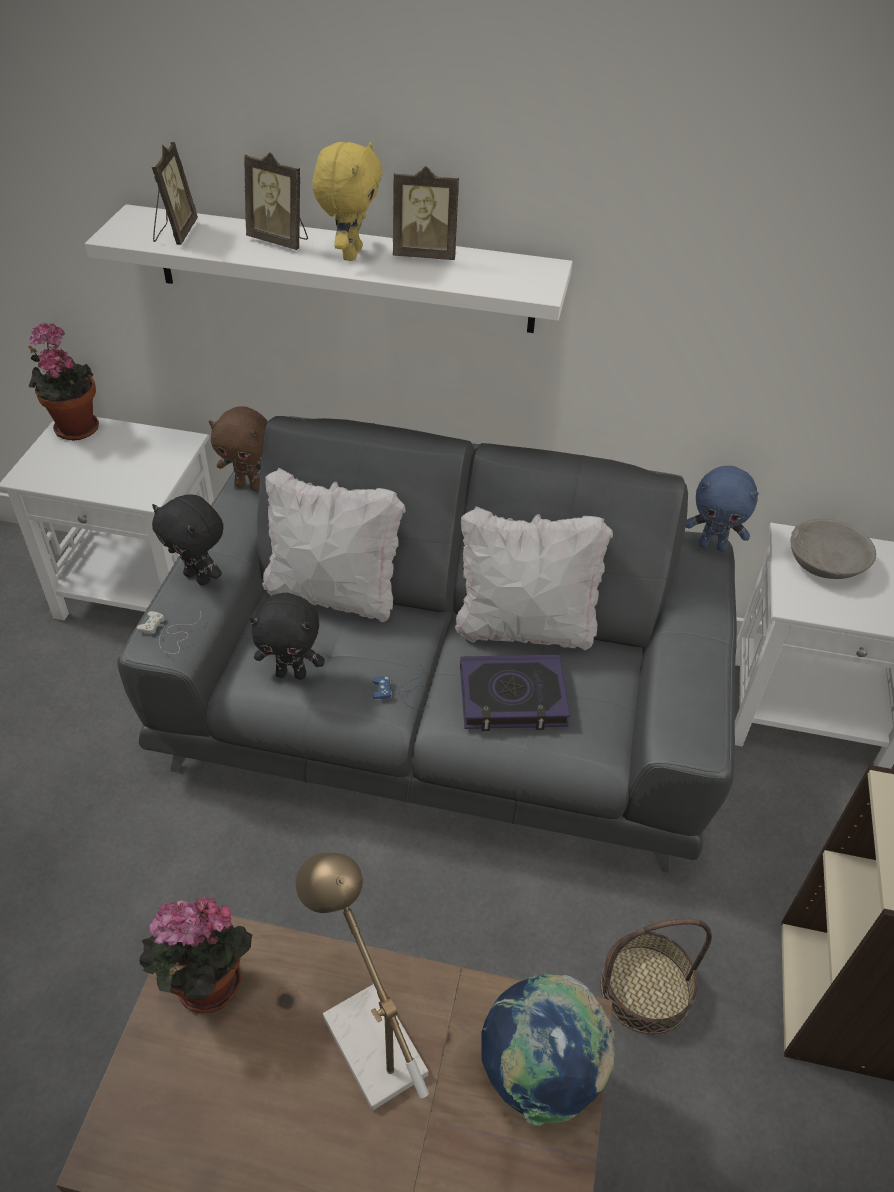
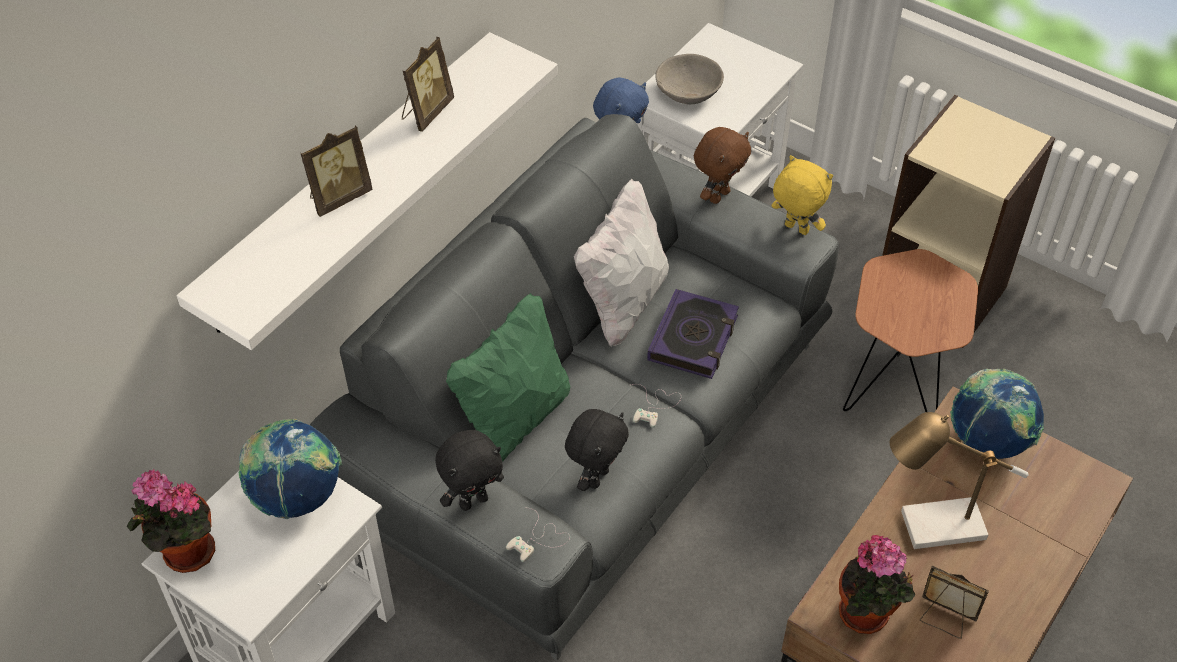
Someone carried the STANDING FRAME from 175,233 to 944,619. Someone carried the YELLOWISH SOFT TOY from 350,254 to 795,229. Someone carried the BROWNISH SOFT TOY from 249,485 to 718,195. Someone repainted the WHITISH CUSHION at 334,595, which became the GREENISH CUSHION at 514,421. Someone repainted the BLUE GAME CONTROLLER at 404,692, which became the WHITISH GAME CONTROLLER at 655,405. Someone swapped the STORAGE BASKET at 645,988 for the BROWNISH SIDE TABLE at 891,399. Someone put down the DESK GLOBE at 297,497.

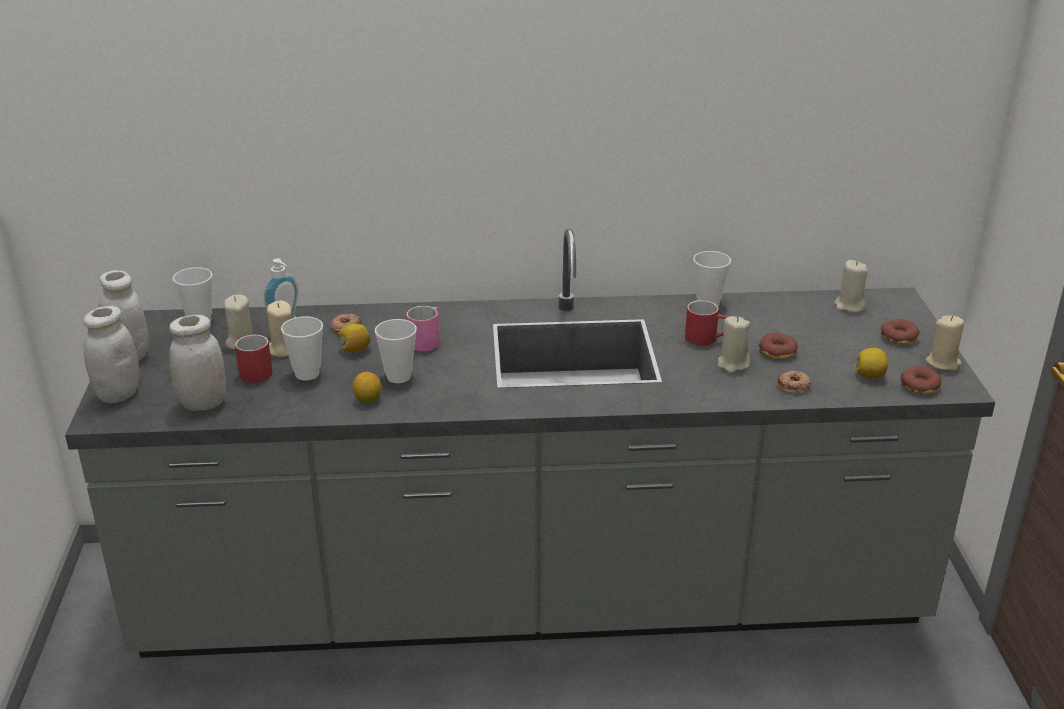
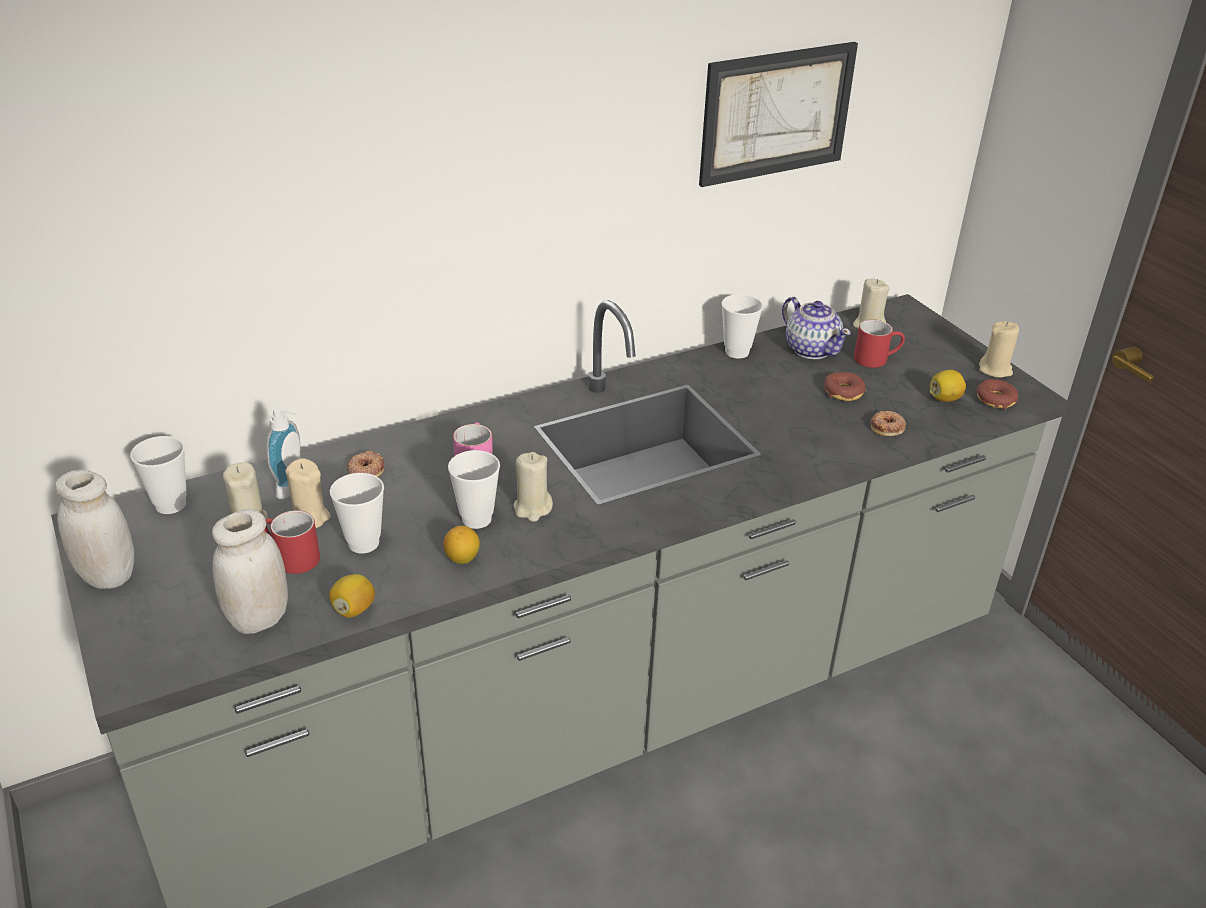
Someone carried the RED-COLOURED TEA MUG from 707,338 to 876,358. Someone took away the WHITISH JAR at 118,394. Someone carried the BEIGE WAX CANDLE from 733,364 to 532,508. Someone took away the DOUGHNUT at 899,337. Someone carried the LEMON from 355,350 to 354,609. Someone put up the WALL PICTURE at 776,113. Someone put down the POT FOR TEA at 811,349.

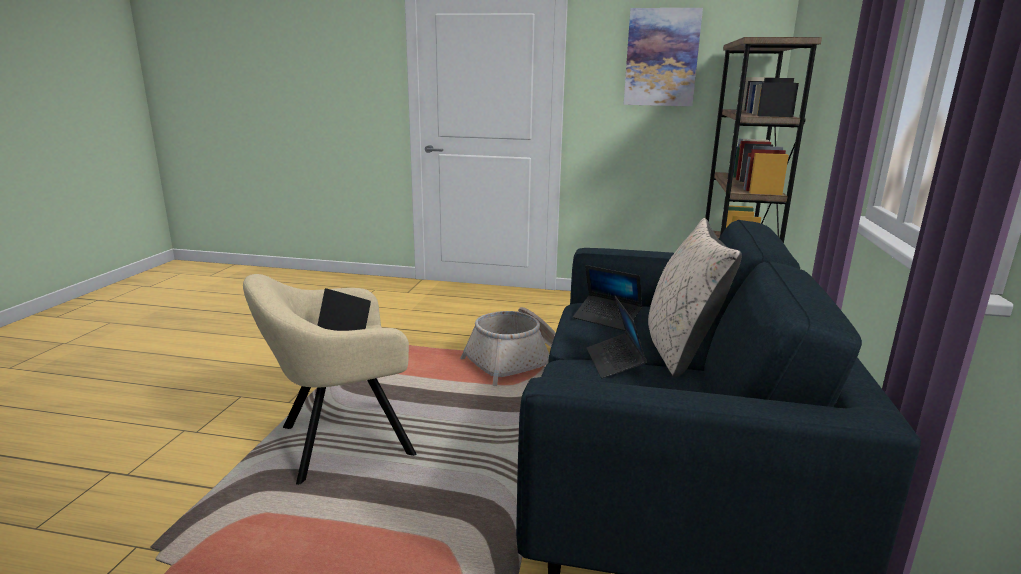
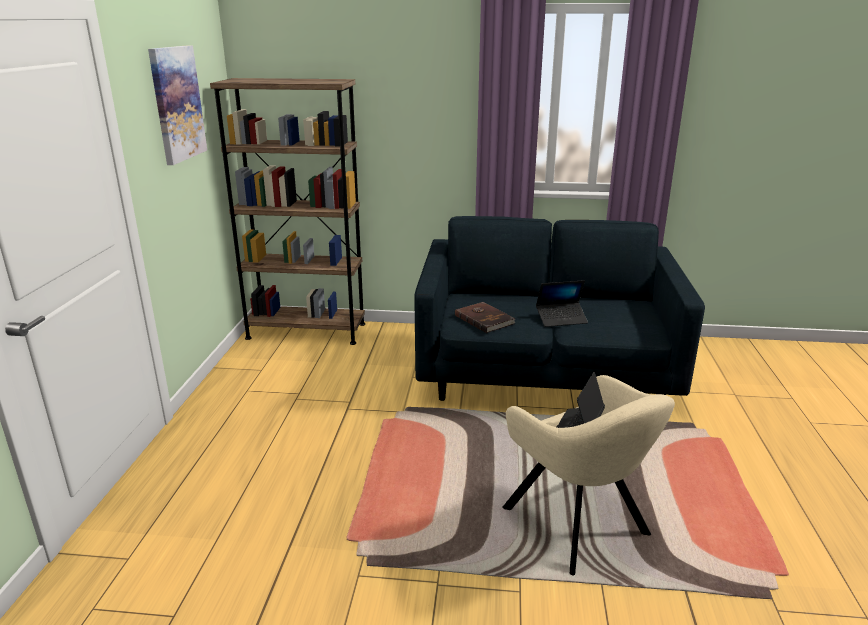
Someone took away the BEIGE CUSHION at 680,349. Someone swapped the LAPTOP at 607,318 for the BROWNISH VOLUME at 484,319. Someone took away the STORAGE BASKET at 517,362.

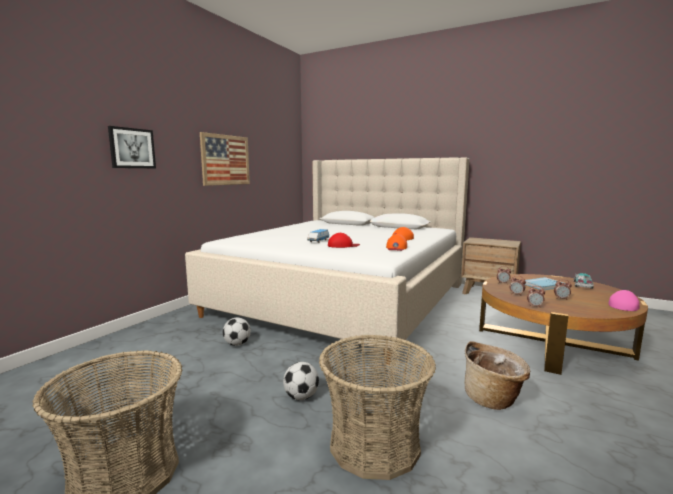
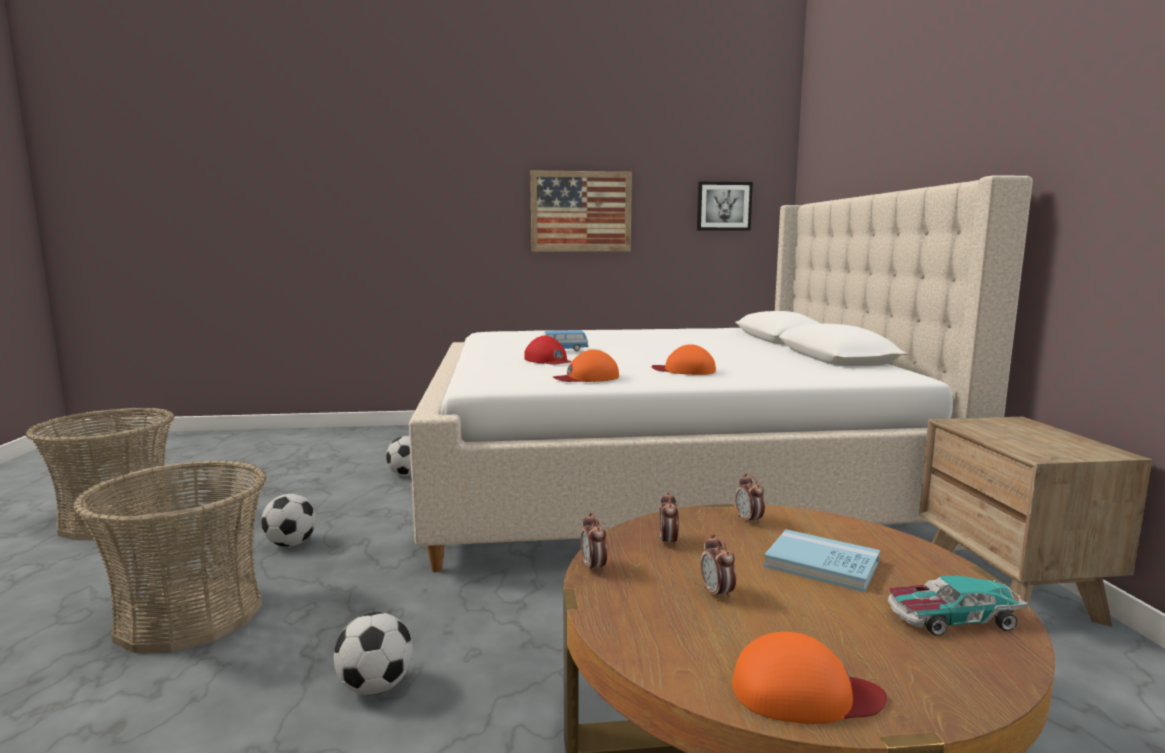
Someone carried the WALL PICTURE from 132,148 to 723,206. Someone repainted the PINKISH BASEBALL CAP at 623,305, which became the ORANGEY BASEBALL CAP at 804,693. Someone swapped the STORAGE BASKET at 493,399 for the FOOTBALL at 375,687.

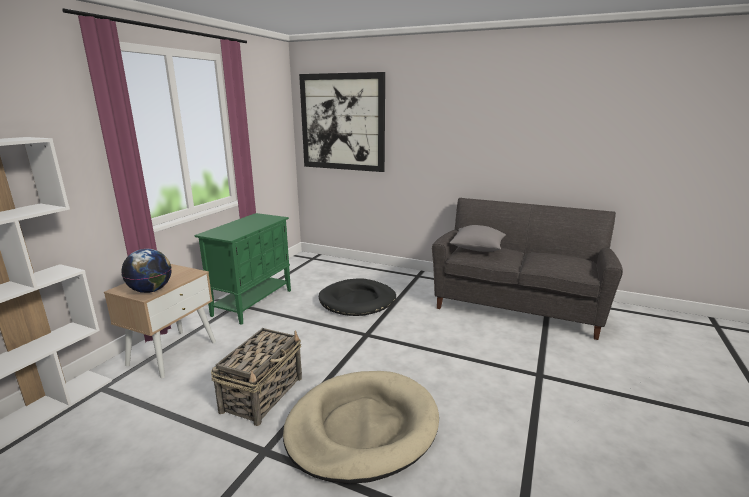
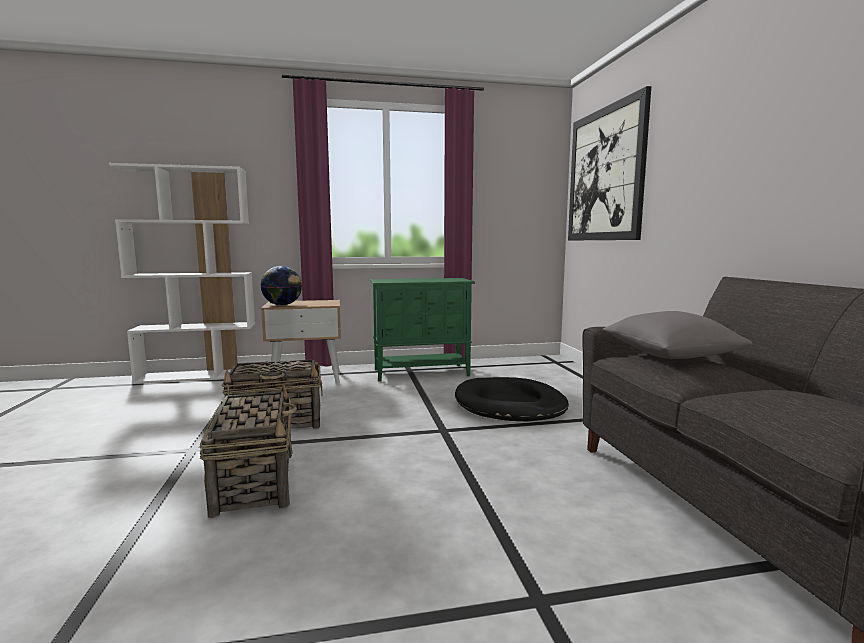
Someone swapped the BEIGE DOG CUSHION at 362,428 for the STORAGE BASKET at 255,482.

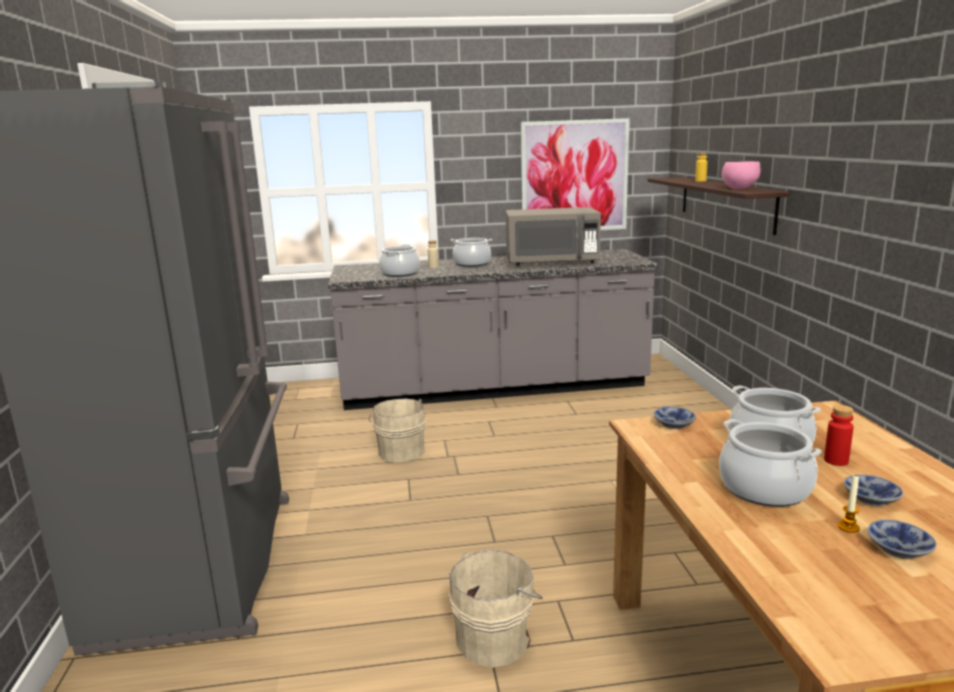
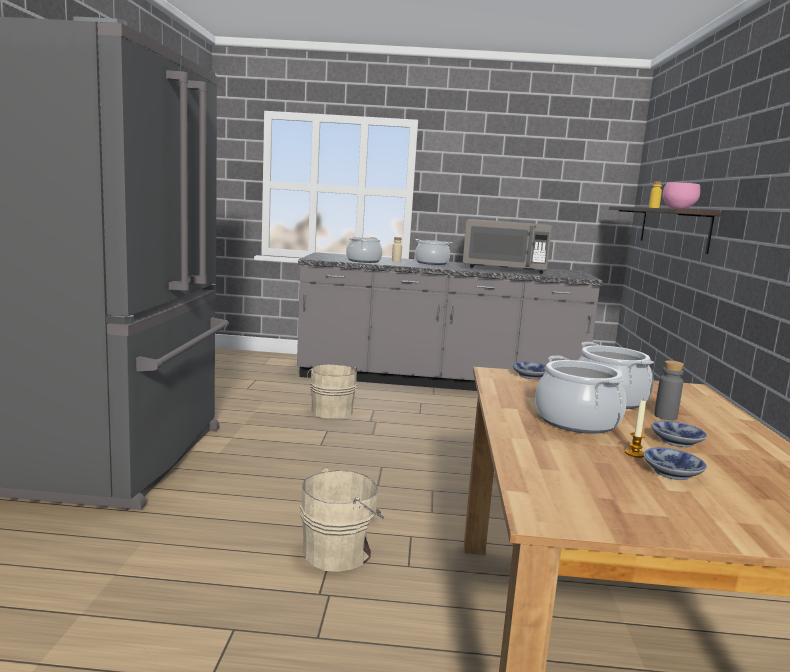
Someone took away the WALL PICTURE at 574,176. Someone repainted the RED-COLOURED BOTTLE at 836,461, which became the GRAY BOTTLE at 665,416.

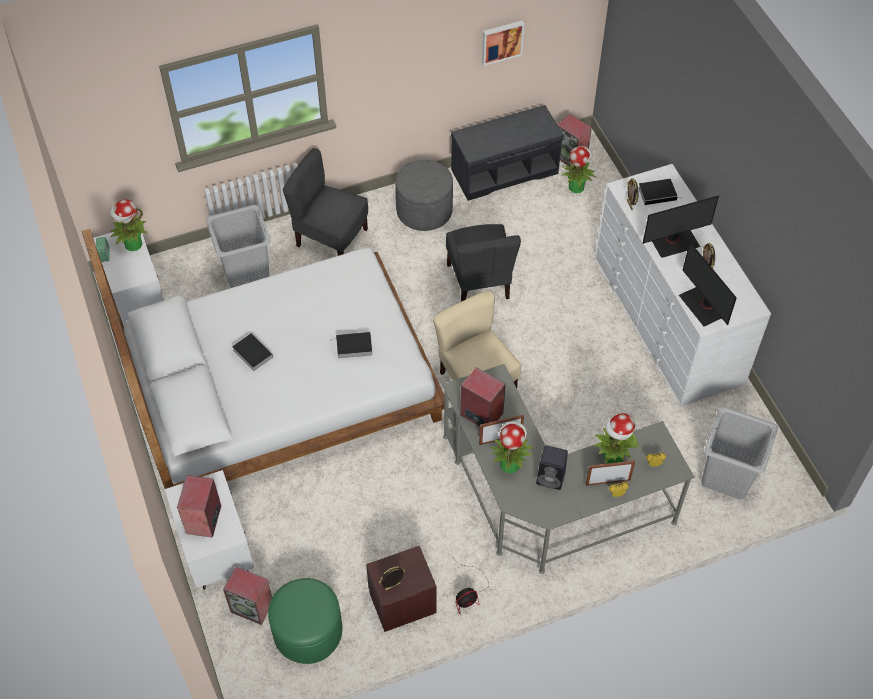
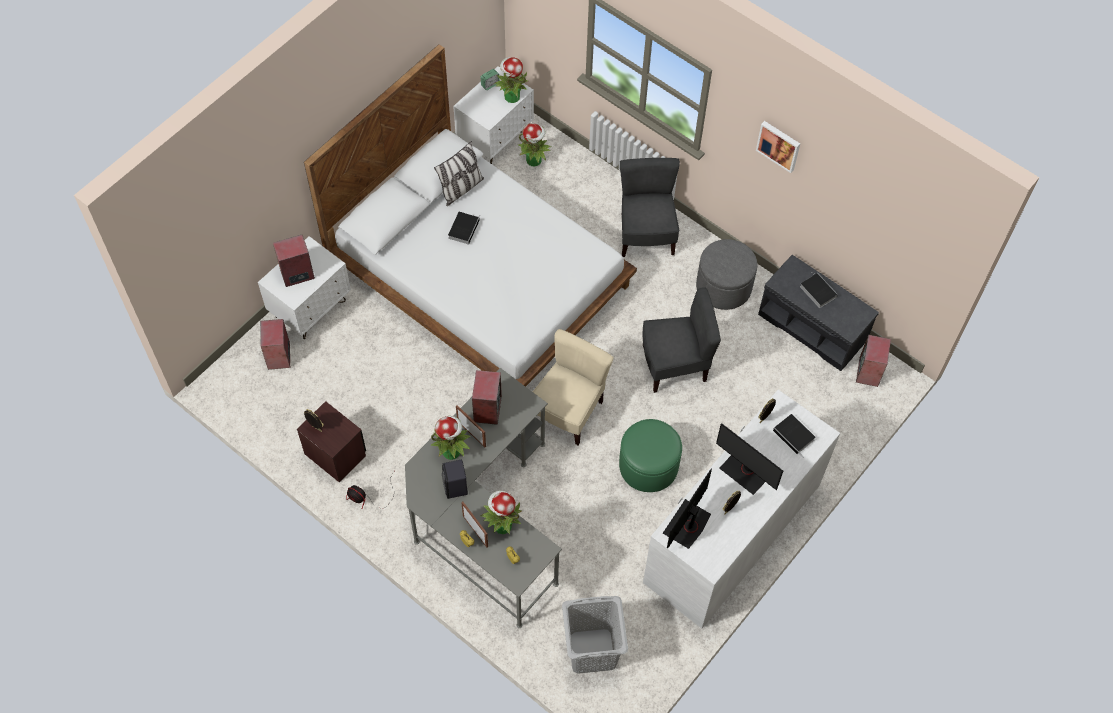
Someone carried the WALL PICTURE from 501,41 to 779,145. Someone carried the HOUSEPLANT from 576,186 to 534,160. Someone took away the GRAY WASHING BASKET at 245,271. Someone rotated the GRAY UPRIGHT CHAIR at 479,281 by 150 degrees counterclockwise. Someone carried the VOLUME from 353,347 to 817,291. Someone carried the GREENISH FOOTREST from 308,631 to 648,465. Someone put down the CUSHION at 461,188.

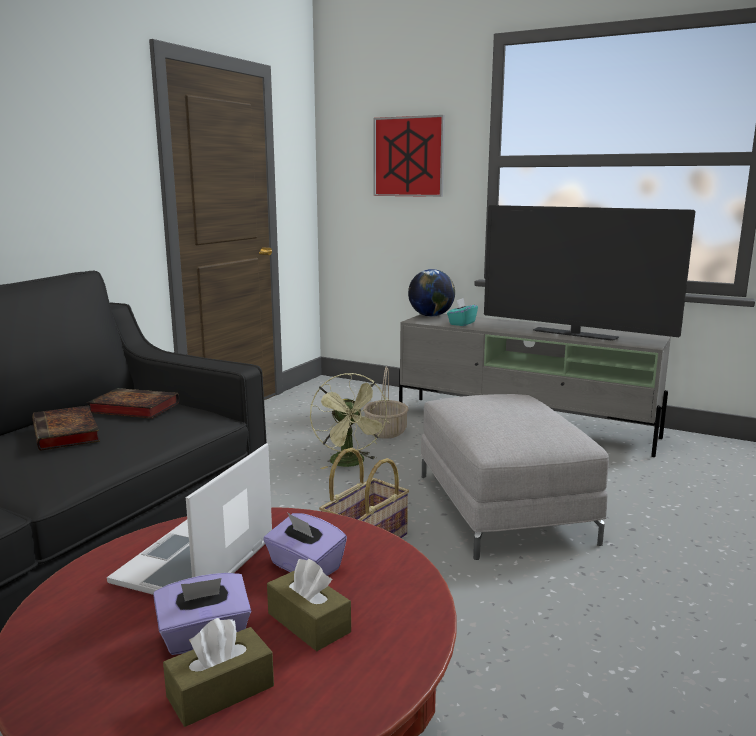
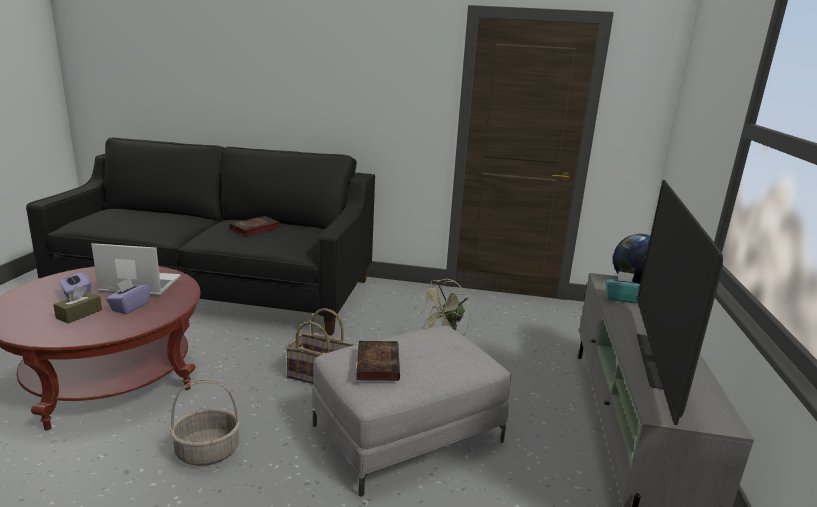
Someone took away the WALL PICTURE at 408,157. Someone carried the STORAGE BASKET from 385,432 to 208,451. Someone carried the VOLUME from 132,408 to 377,363. Someone took away the BROWNISH BOX OF TISSUES at 220,691.

